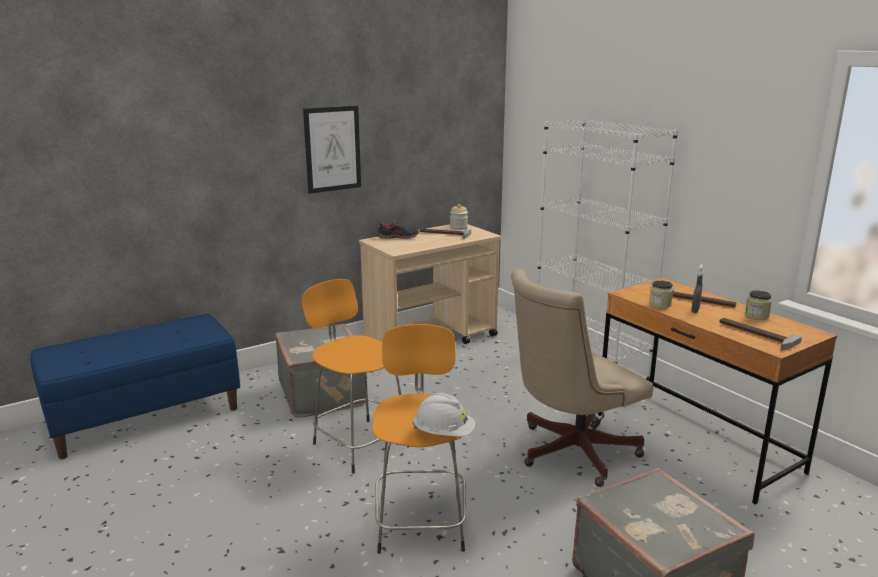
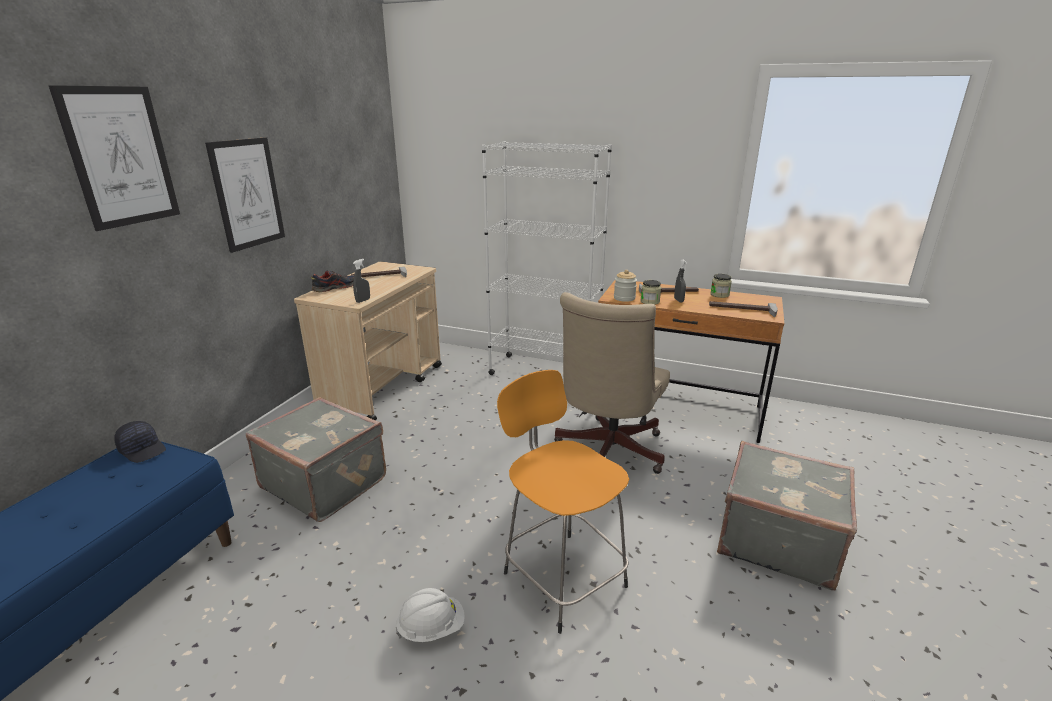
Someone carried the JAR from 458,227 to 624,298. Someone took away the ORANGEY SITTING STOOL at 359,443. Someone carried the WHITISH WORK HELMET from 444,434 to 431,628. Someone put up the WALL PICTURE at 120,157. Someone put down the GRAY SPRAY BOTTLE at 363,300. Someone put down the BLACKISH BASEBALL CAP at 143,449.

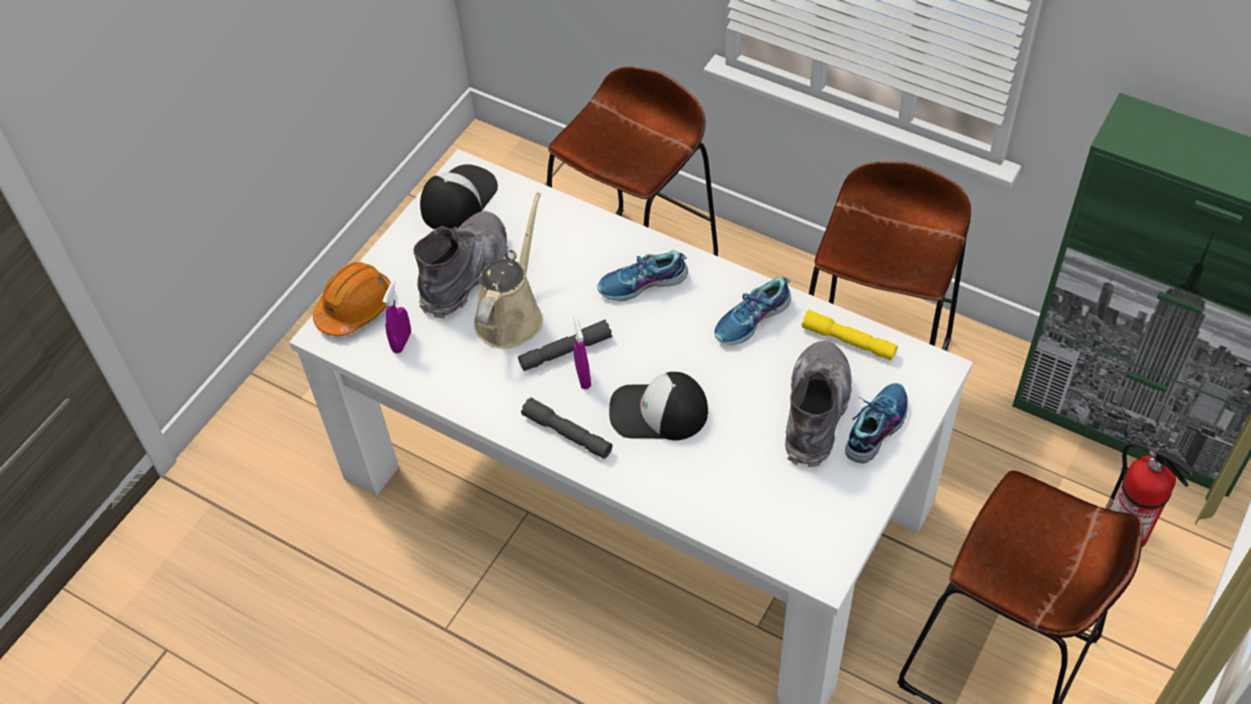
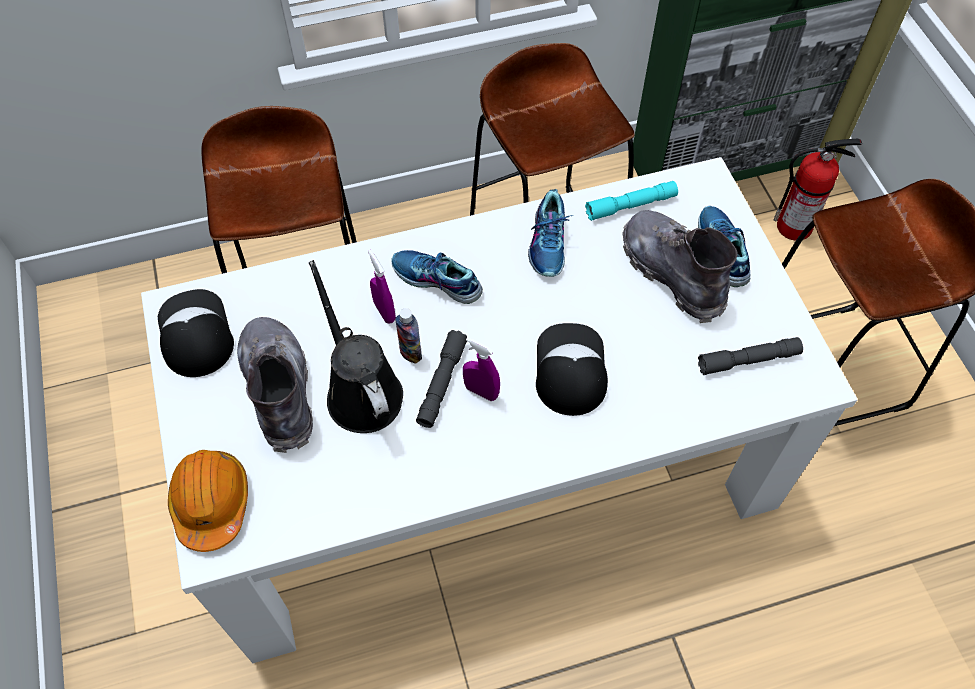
Someone repainted the BEIGE SPRINKLING CAN at 511,314, which became the BLACKISH SPRINKLING CAN at 361,391. Someone rotated the SHOE at 643,284 by 90 degrees clockwise. Someone carried the PURPLE SPRAY BOTTLE from 402,342 to 384,312. Someone repainted the YELLOWISH FLASHLIGHT at 848,341, which became the TURQUOISE FLASHLIGHT at 630,205. Someone rotated the BASEBALL CAP at 658,412 by 135 degrees clockwise. Someone carried the GRAY FLASHLIGHT from 567,434 to 748,360. Someone put down the BOTTLE at 410,353.

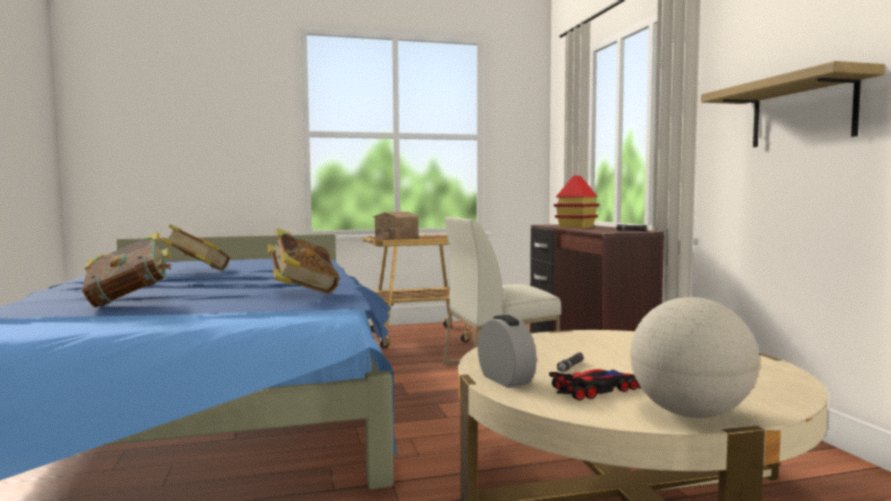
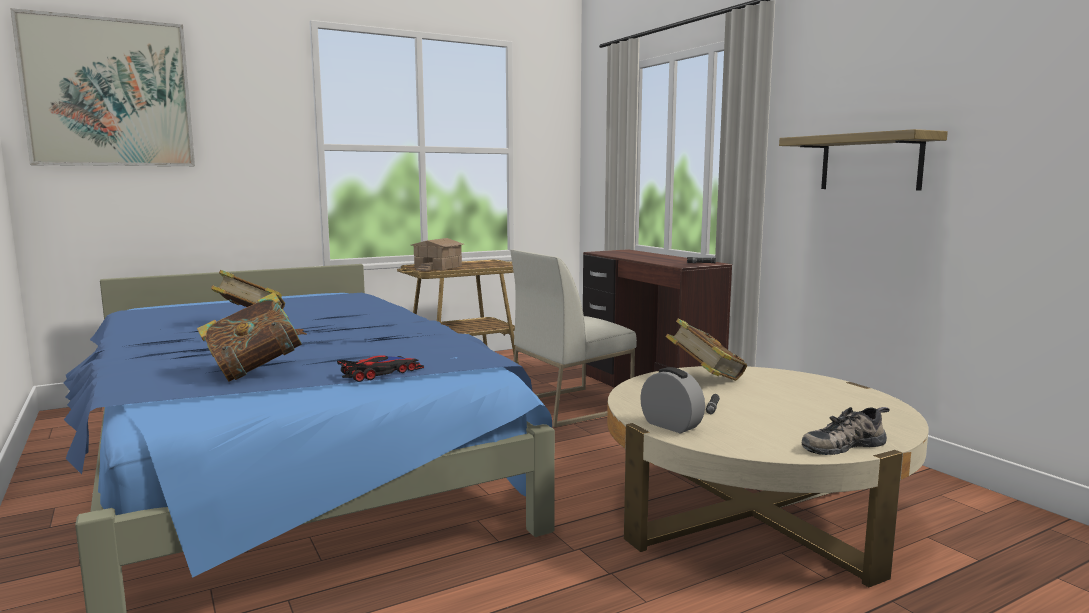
Someone took away the TOY HOUSE at 576,227. Someone carried the VOLUME from 302,291 to 705,379. Someone swapped the DESK GLOBE at 690,414 for the SHOE at 842,444. Someone carried the MINIATURE CAR from 598,389 to 382,372. Someone put up the WALL PICTURE at 109,93.

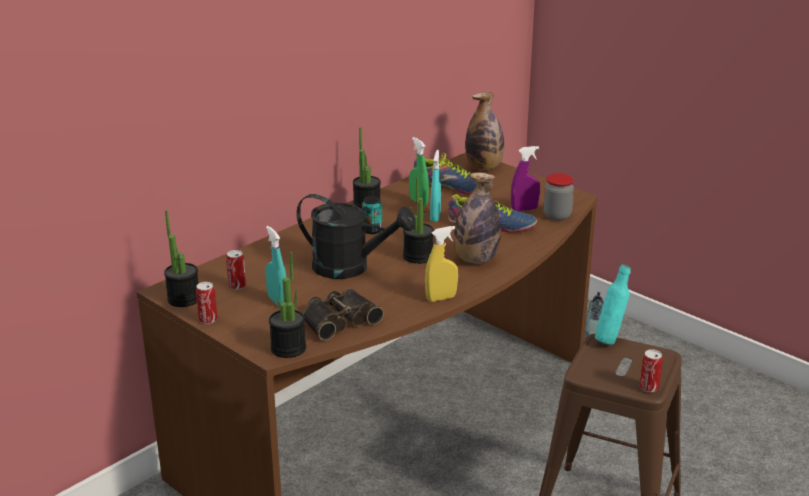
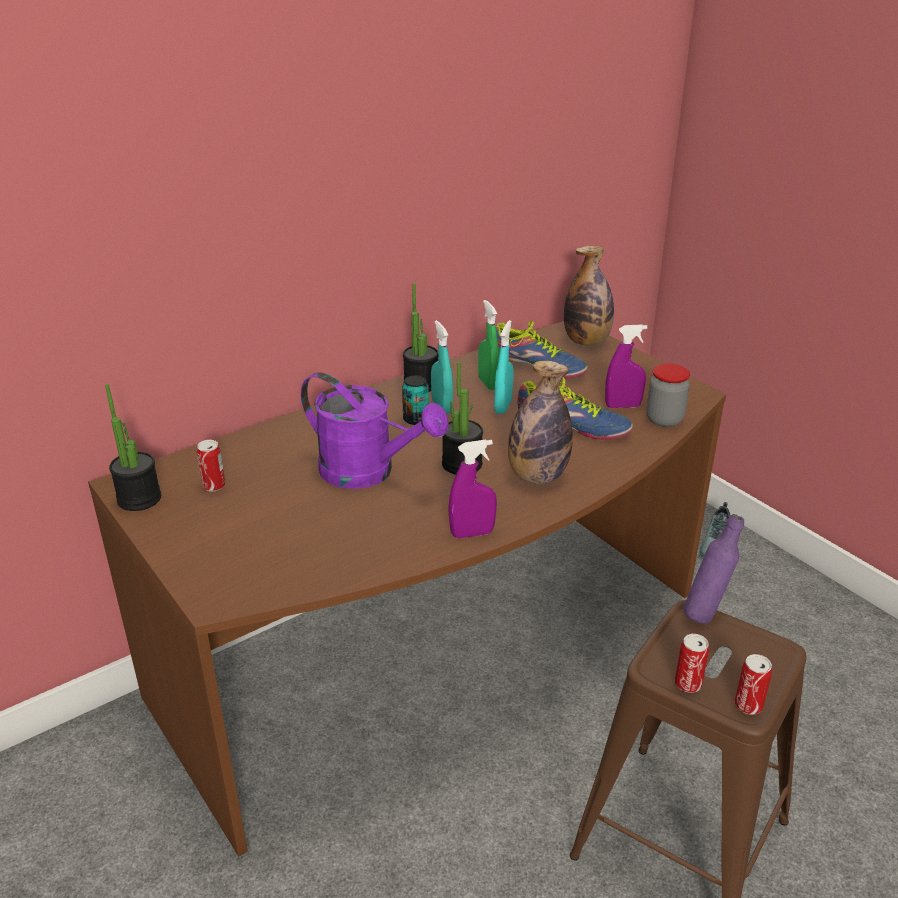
Someone repainted the BLACKISH SPRINKLING CAN at 351,268, which became the PURPLE SPRINKLING CAN at 368,472. Someone carried the TURQUOISE SPRAY BOTTLE from 277,301 to 442,407. Someone repainted the YELLOWISH SPRAY BOTTLE at 441,298, which became the PURPLE SPRAY BOTTLE at 472,533. Someone took away the HOUSEPLANT at 288,348. Someone repainted the TURQUOISE BOTTLE at 610,339, which became the PURPLE BOTTLE at 706,613. Someone carried the SEALED CAN from 208,319 to 688,684. Someone took away the PAIR OF BINOCULARS at 339,320.

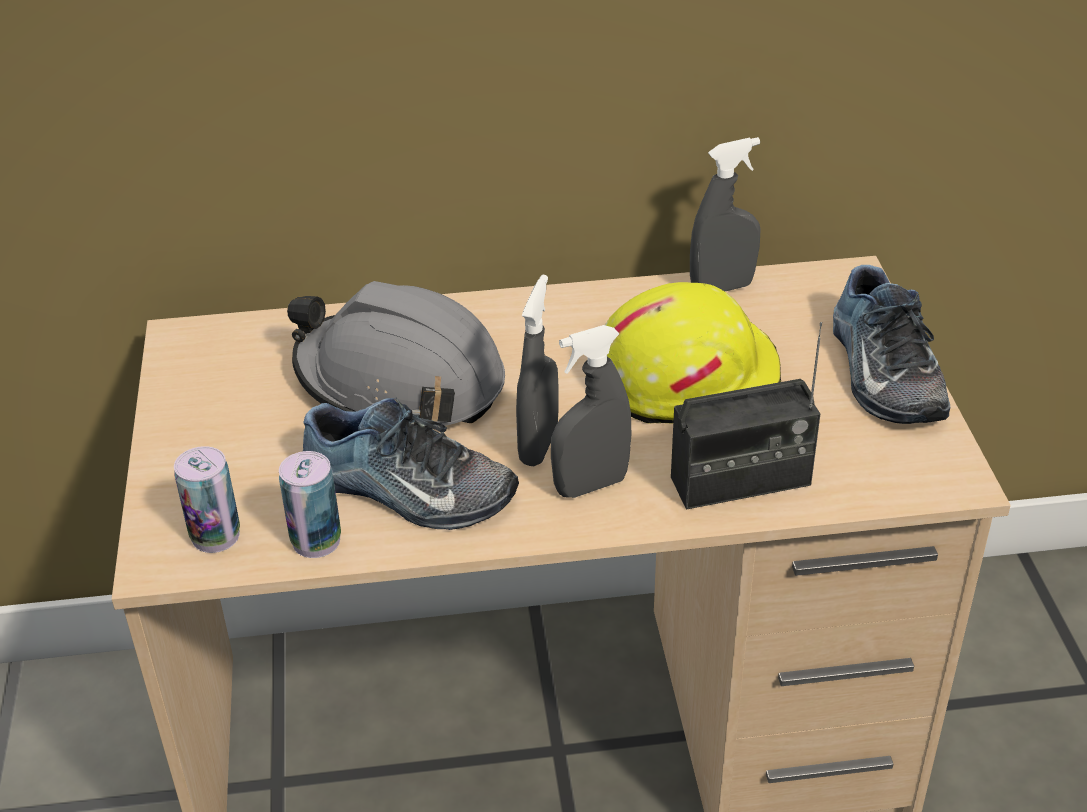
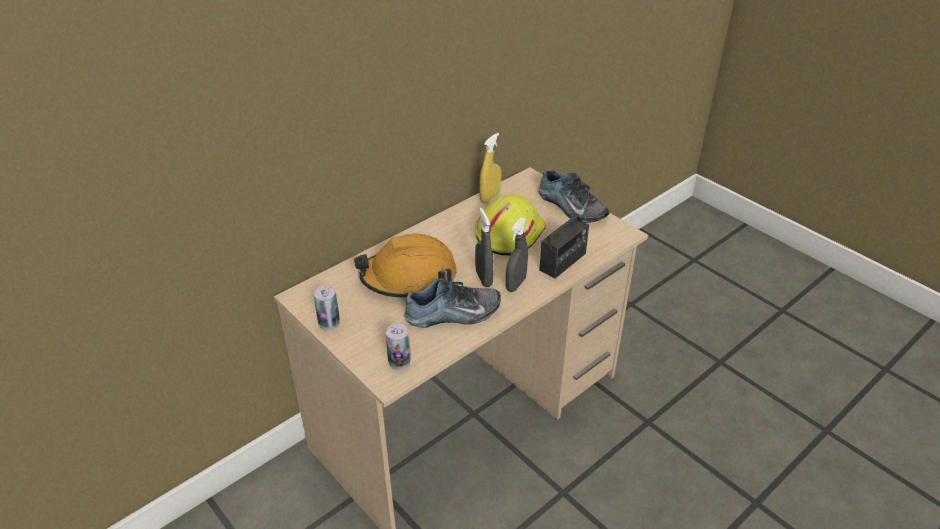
Someone repainted the GRAY SPRAY BOTTLE at 722,288, which became the YELLOWISH SPRAY BOTTLE at 490,197. Someone repainted the GRAY WORK HELMET at 400,383, which became the ORANGEY WORK HELMET at 409,277. Someone carried the SEALED CAN from 316,541 to 329,323.

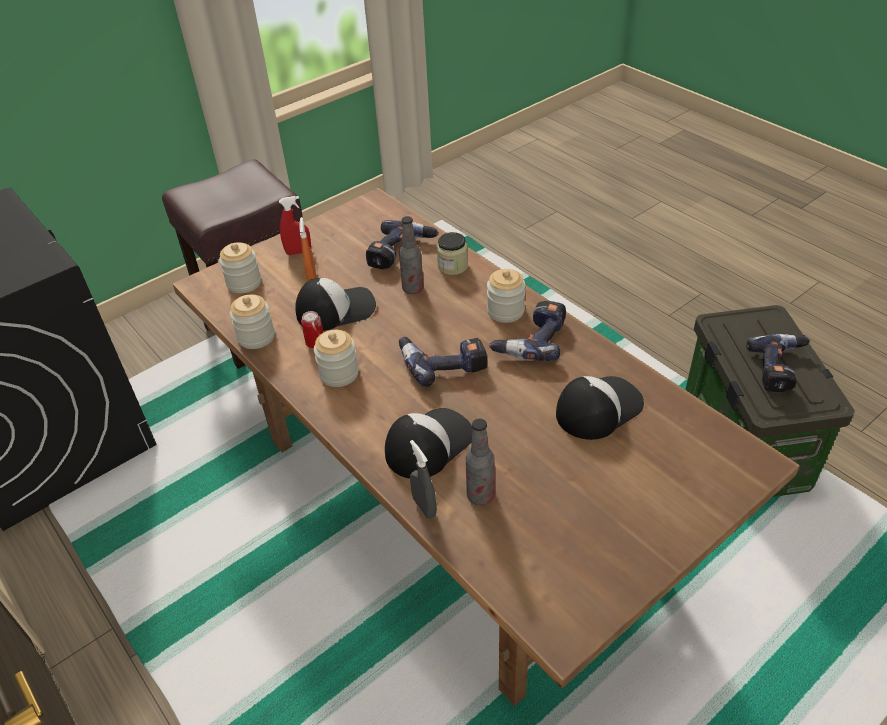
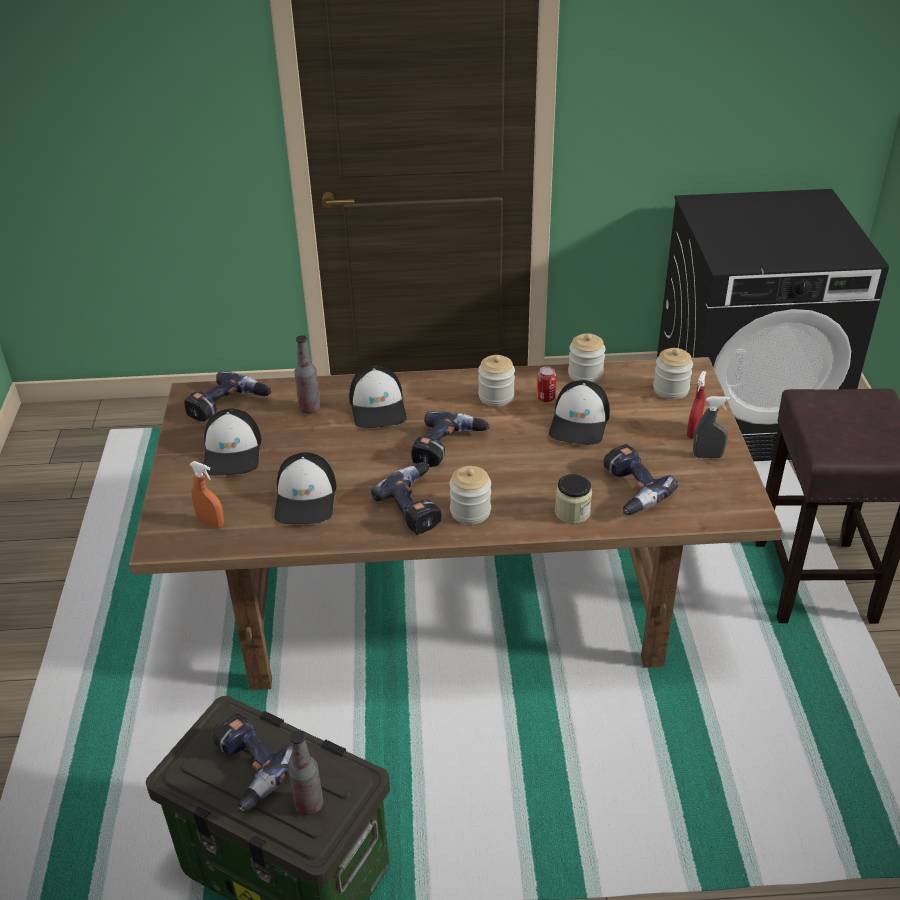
Someone carried the BOTTLE from 413,289 to 309,804. Someone carried the ORANGEY SPRAY BOTTLE from 312,279 to 211,523. Someone carried the GRAY SPRAY BOTTLE from 424,507 to 707,456. Someone put down the POWER DRILL at 228,407. Someone put down the BASEBALL CAP at 233,452.

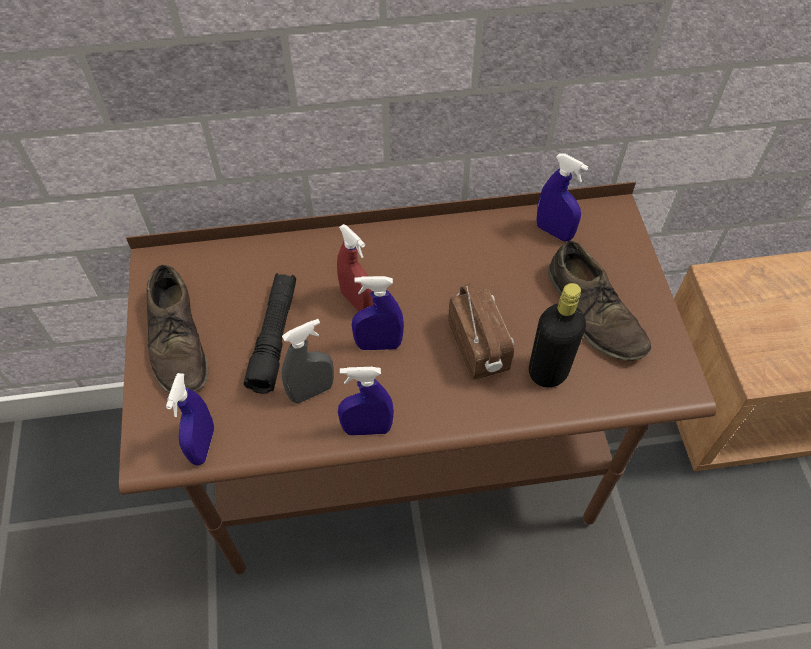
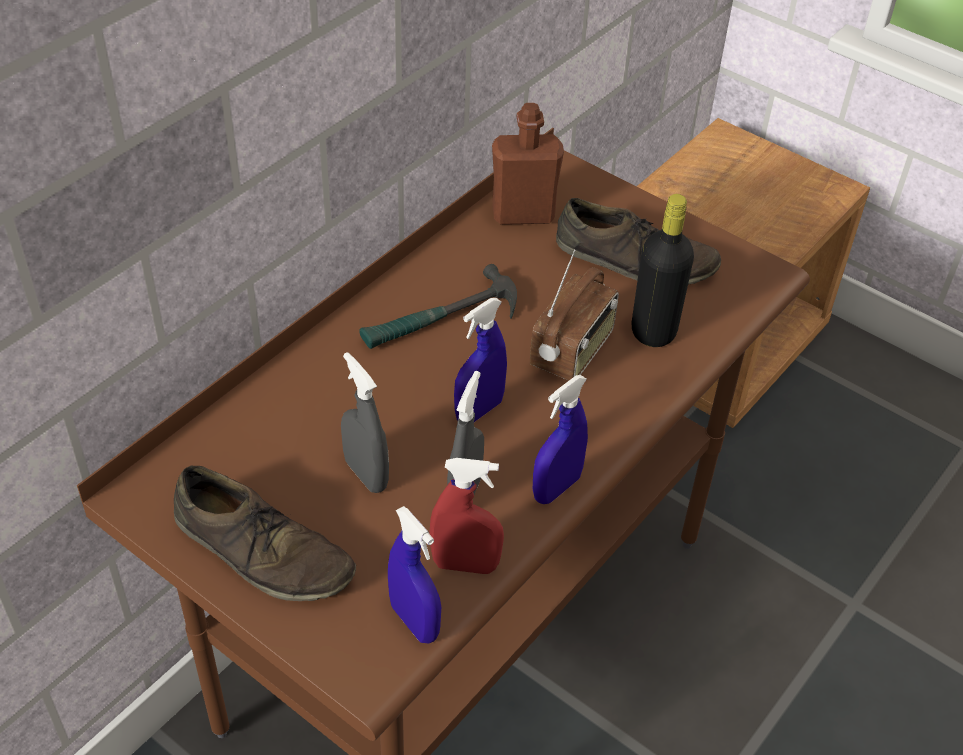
Someone swapped the BLUE SPRAY BOTTLE at 554,232 for the BROWNISH BOTTLE at 523,214. Someone carried the RED-COLOURED SPRAY BOTTLE from 356,301 to 465,565. Someone swapped the BLACKISH FLASHLIGHT at 274,337 for the GRAY SPRAY BOTTLE at 366,474. Someone rotated the RADIO RECEIVER at 479,347 by 90 degrees clockwise. Someone put down the TOOL HAMMER at 441,321.

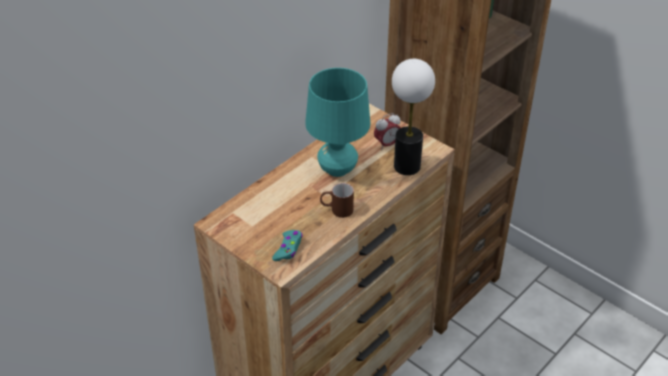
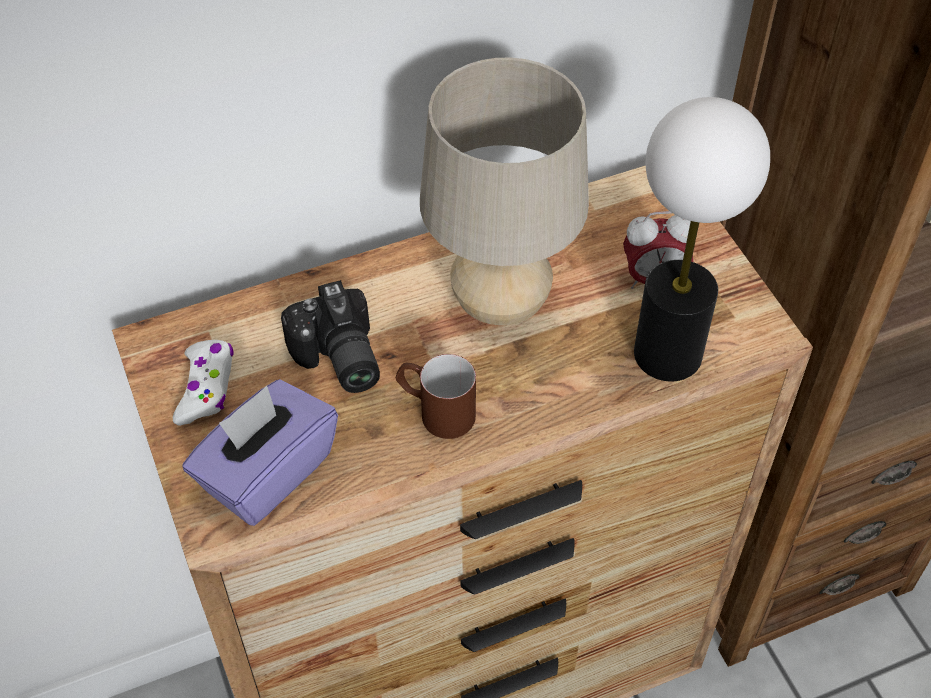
Someone repainted the TURQUOISE TABLETOP LAMP at 337,169, which became the BEIGE TABLETOP LAMP at 500,305. Someone swapped the TURQUOISE GAME CONTROLLER at 288,249 for the PURPLE BOX OF TISSUES at 267,473. Someone put down the PHOTO CAMERA at 336,360. Someone put down the WHITISH GAME CONTROLLER at 206,387.

